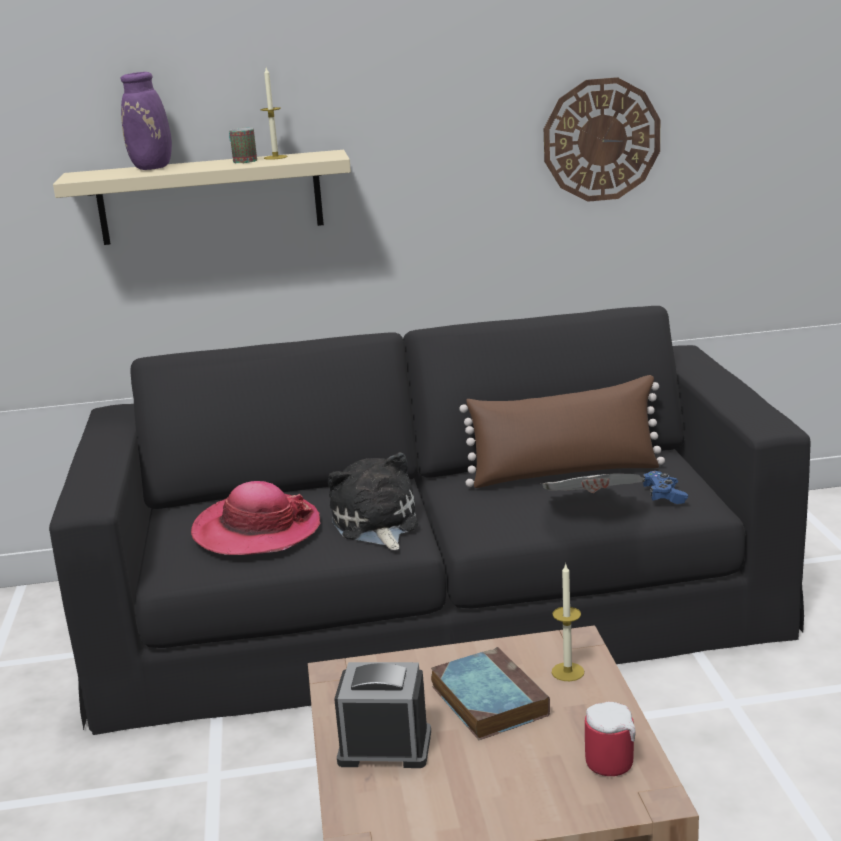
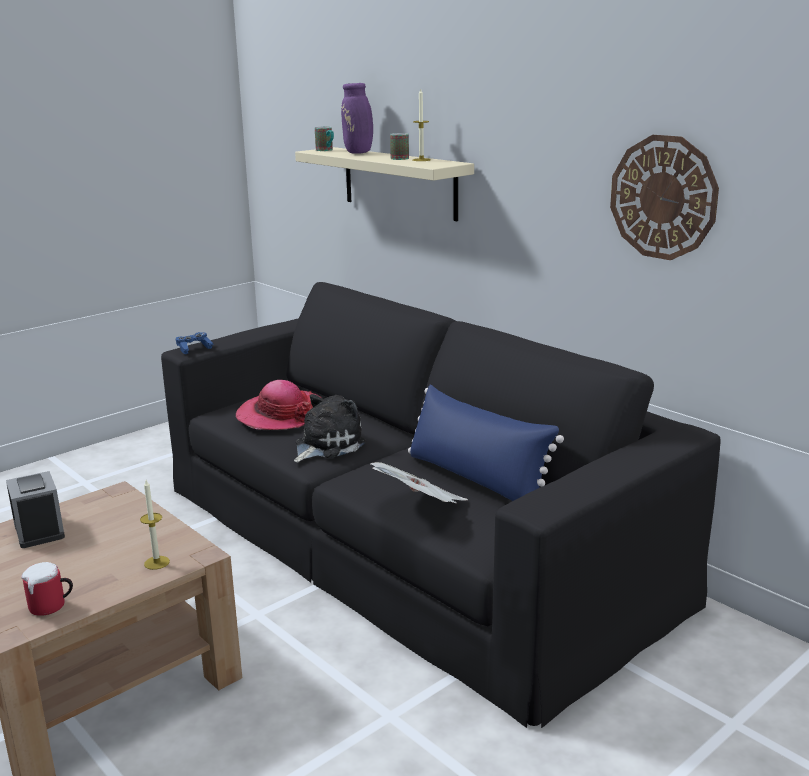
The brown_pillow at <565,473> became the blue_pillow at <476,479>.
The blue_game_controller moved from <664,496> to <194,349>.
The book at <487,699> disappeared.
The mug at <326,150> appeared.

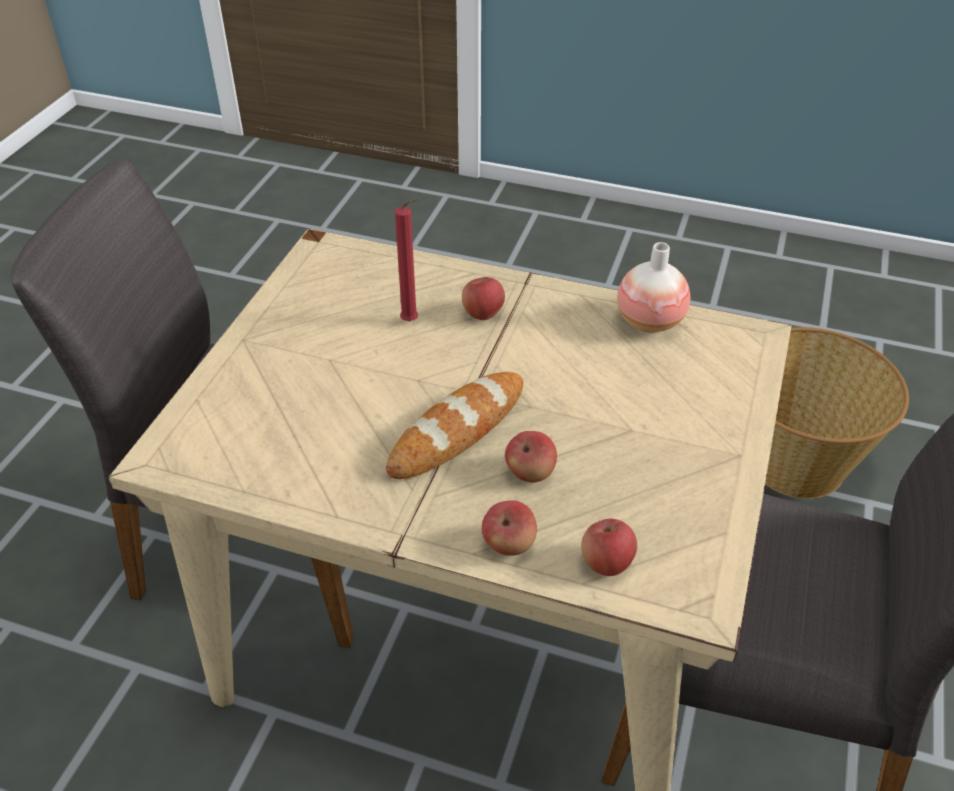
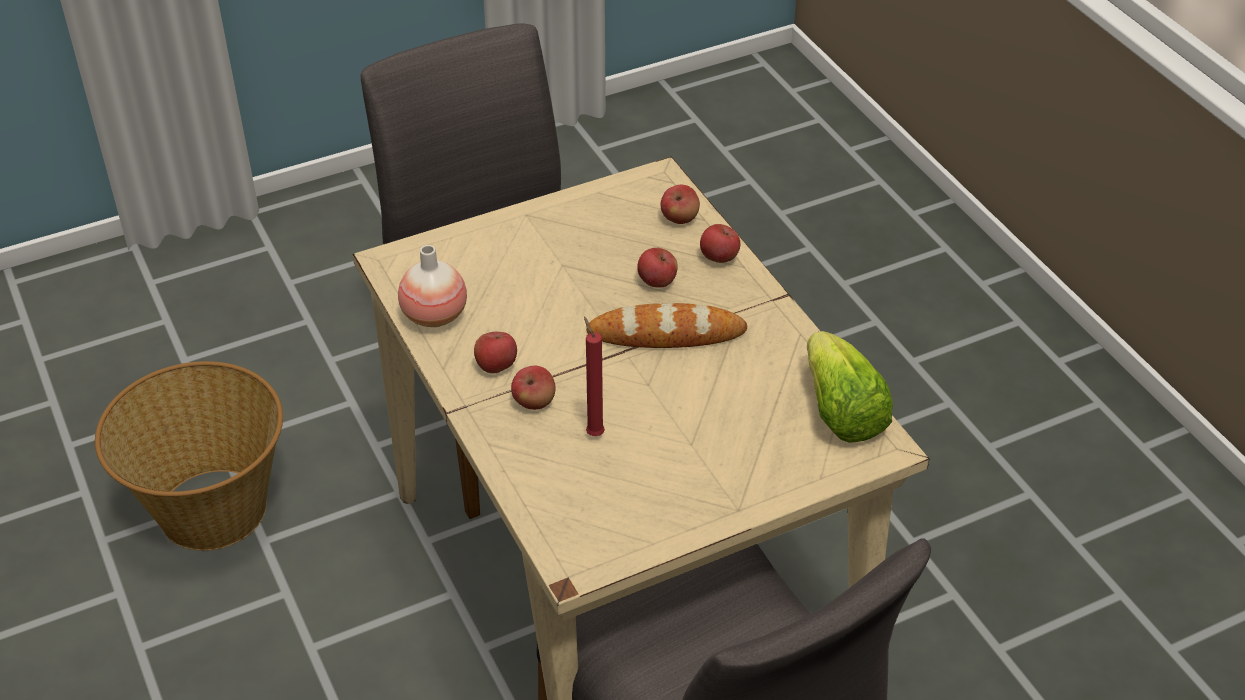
The lettuce at <841,412> appeared.
The apple at <496,366> appeared.

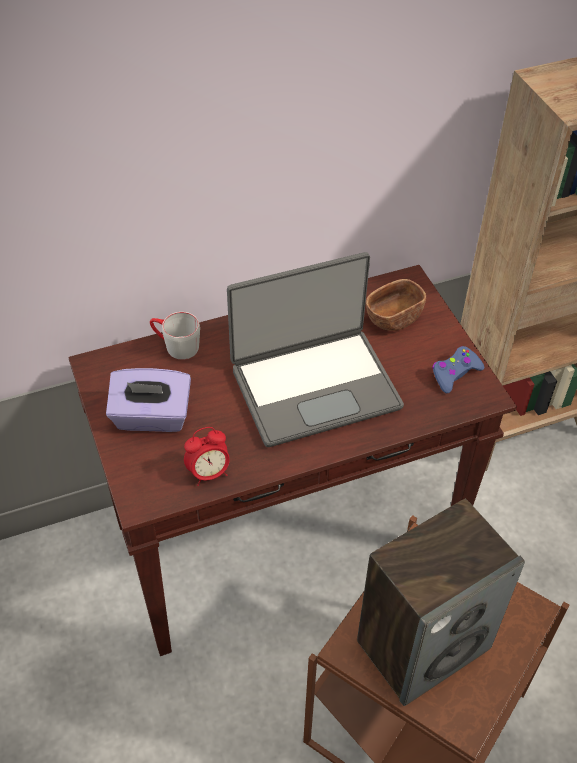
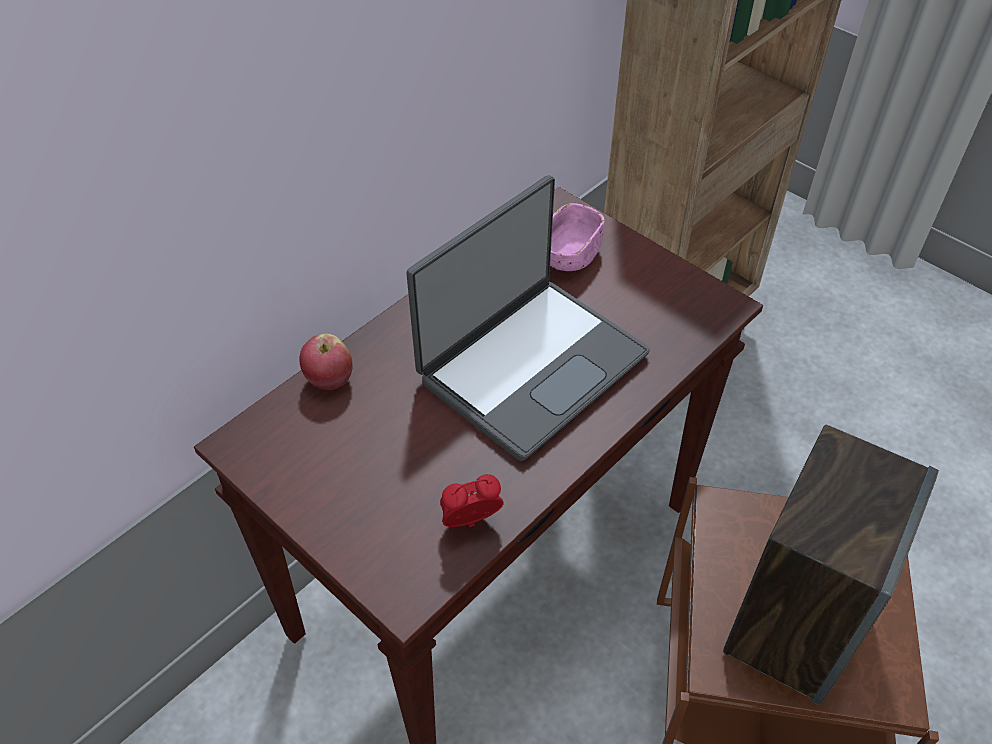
The brown_bowl at <393,317> became the pink_bowl at <569,254>.
The grey_mug at <175,345> was replaced by the apple at <330,380>.
The blue_game_controller at <455,373> disappeared.
The purple_tissue_box at <151,417> disappeared.
The alarm_clock at <209,473> turned 150 degrees counterclockwise.

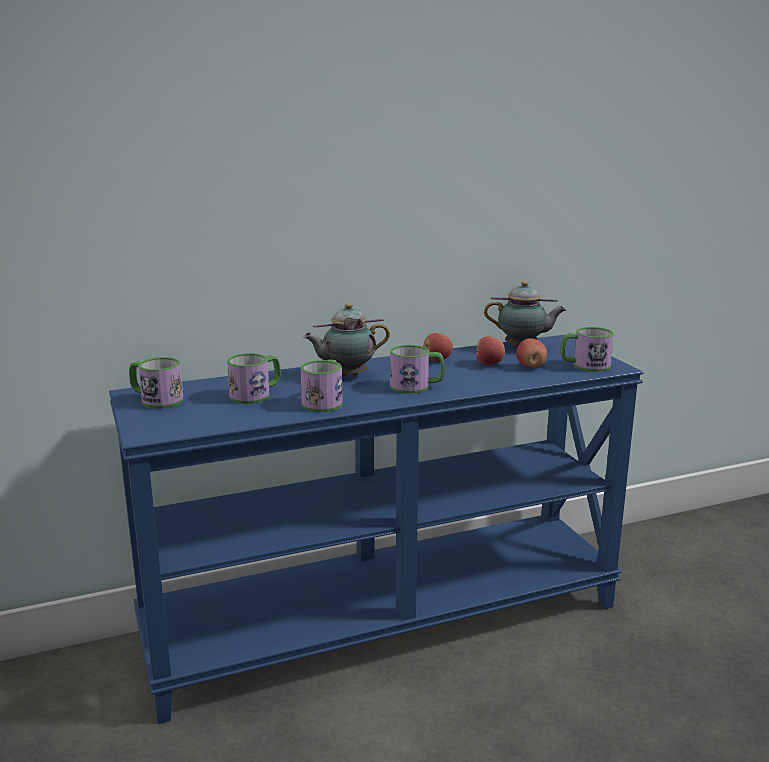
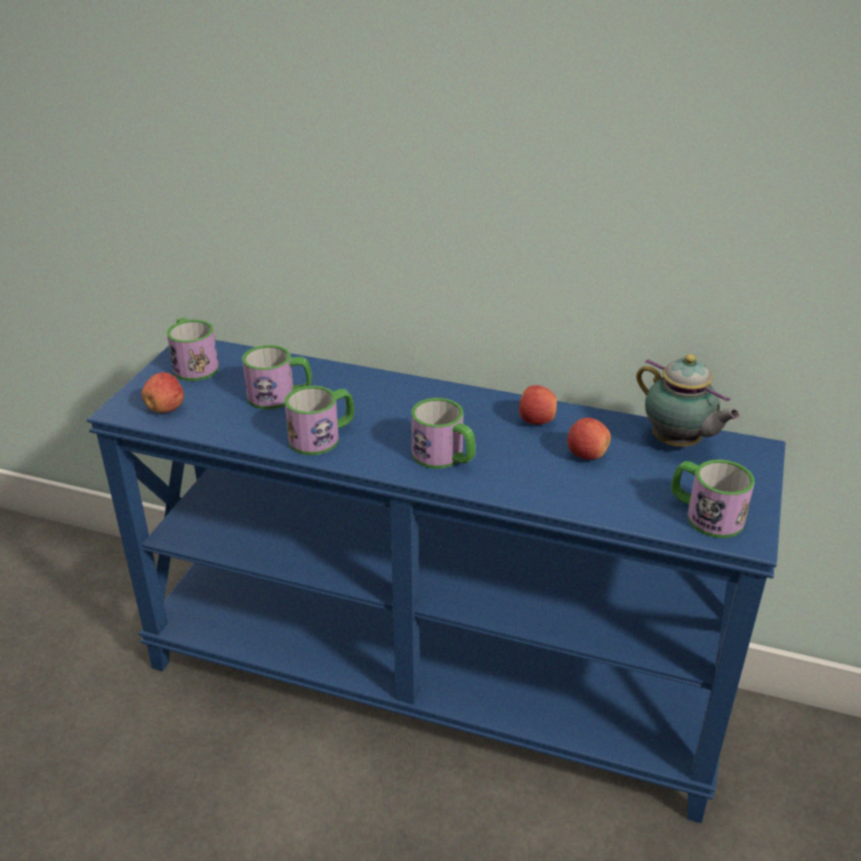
The teapot at <346,375> disappeared.
The apple moved from <530,366> to <166,408>.

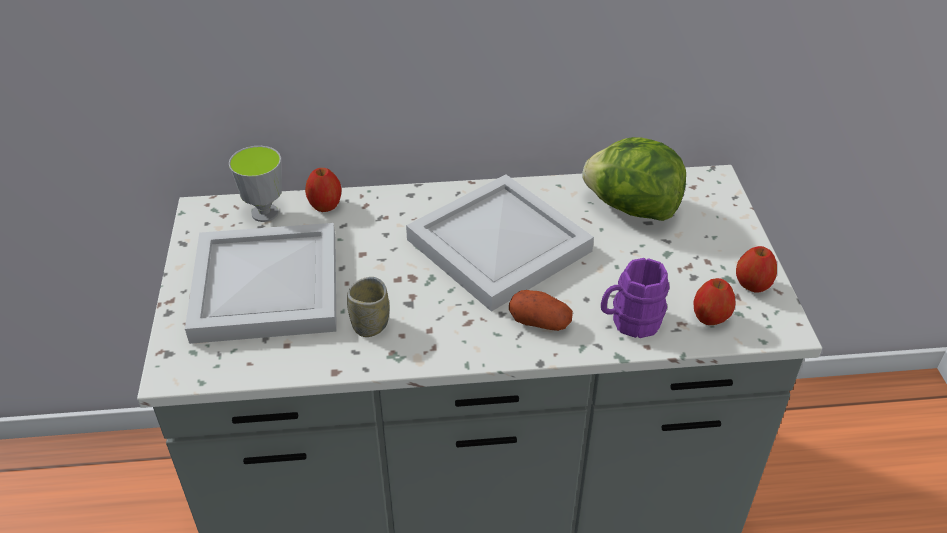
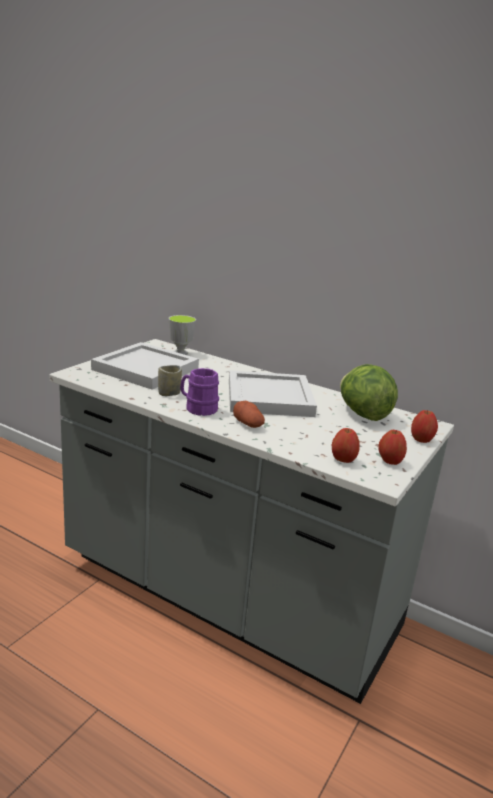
The apple moved from <325,205> to <421,439>.
The purple_mug moved from <630,321> to <197,408>.

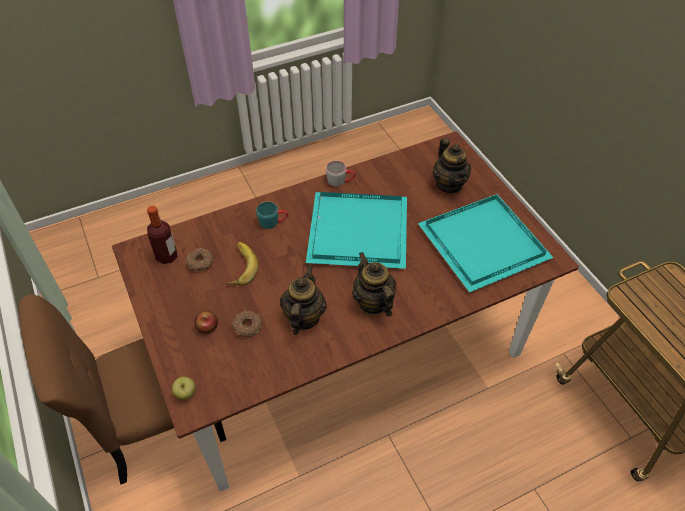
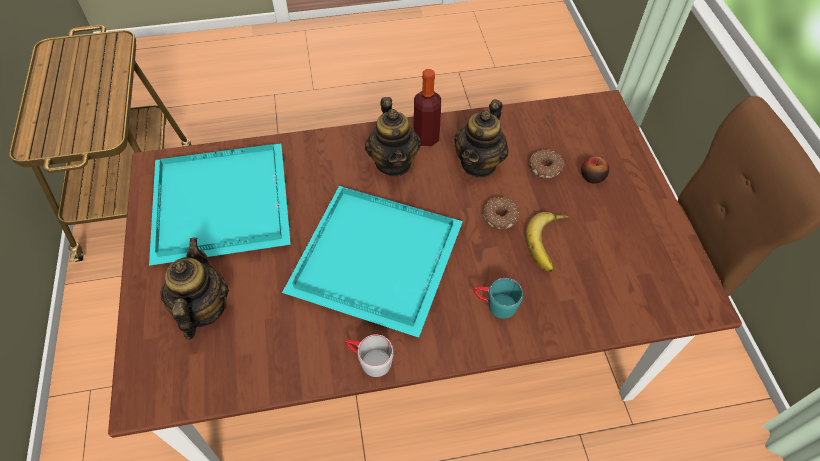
The bottle moved from <167,256> to <426,138>.
The donut moved from <200,263> to <499,216>.
The apple at <186,394> disappeared.

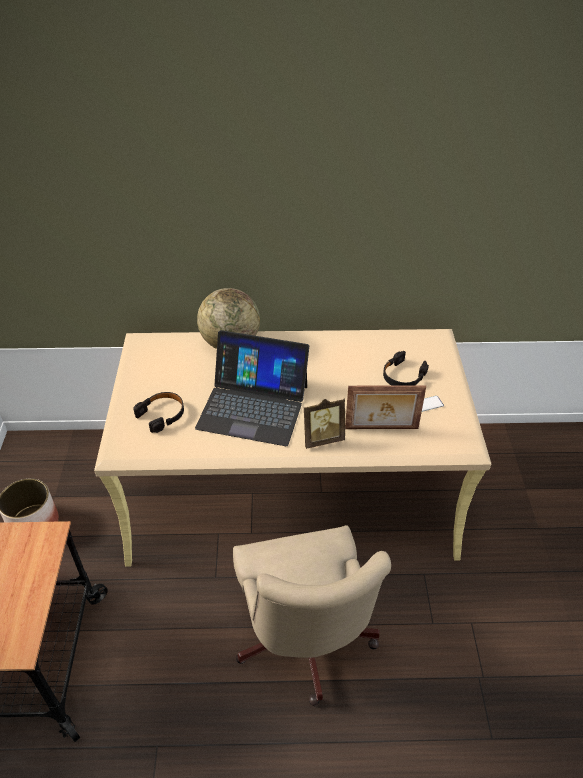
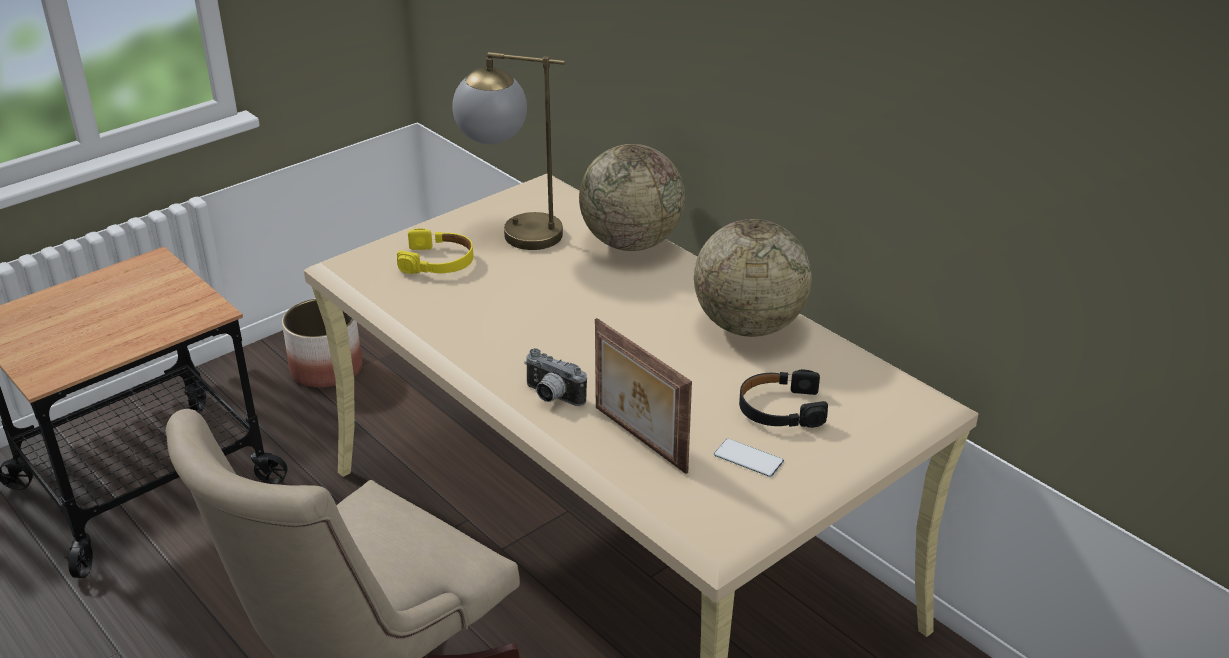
The laptop at <253,406> disappeared.
The black_headphones at <162,414> became the yellow_headphones at <438,262>.
The picture_frame at <322,438> was replaced by the photo_camera at <551,397>.
The table_lamp at <512,232> appeared.
The globe at <748,326> appeared.

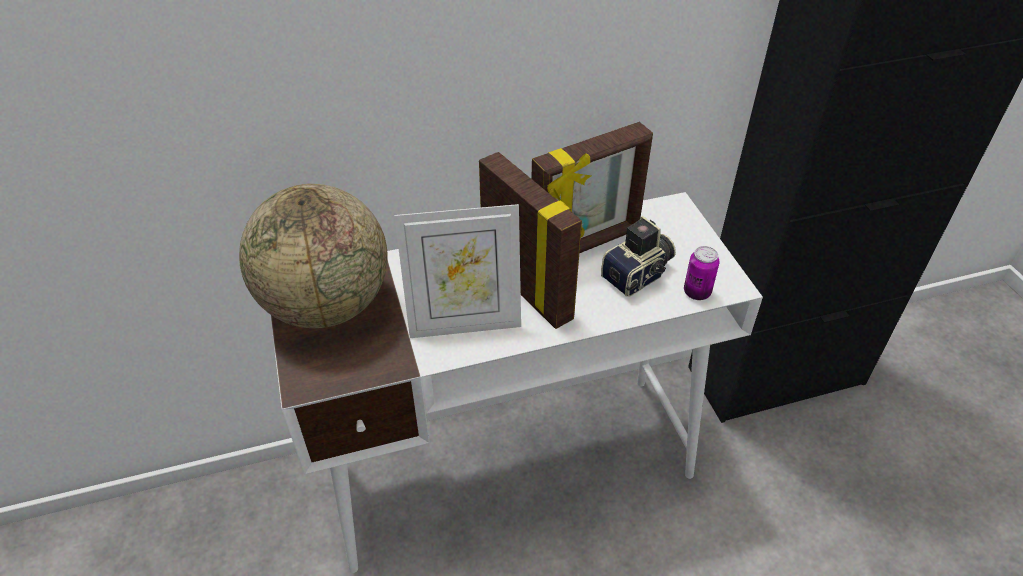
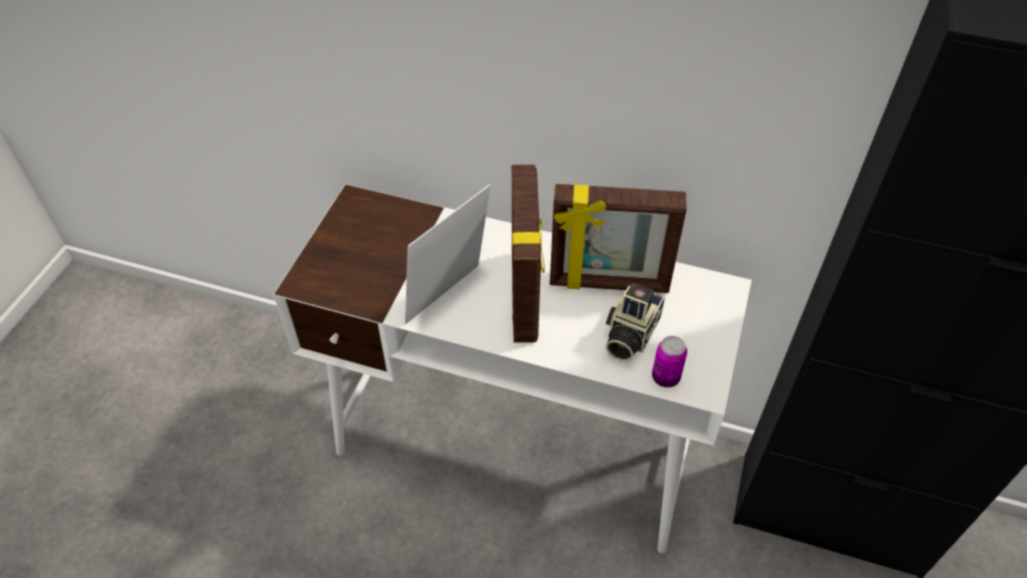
The globe at <326,305> disappeared.
The picture_frame at <464,323> turned 105 degrees clockwise.
The photo_camera at <639,275> turned 120 degrees clockwise.

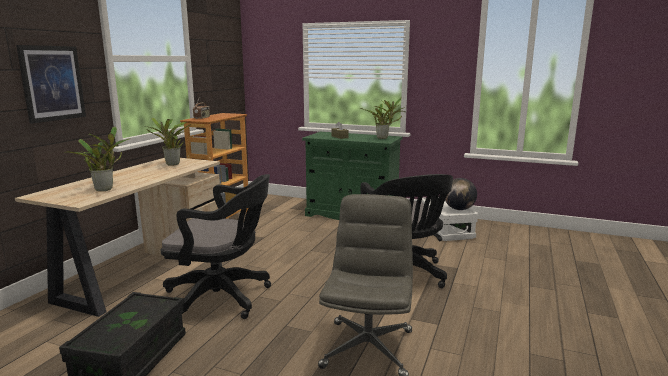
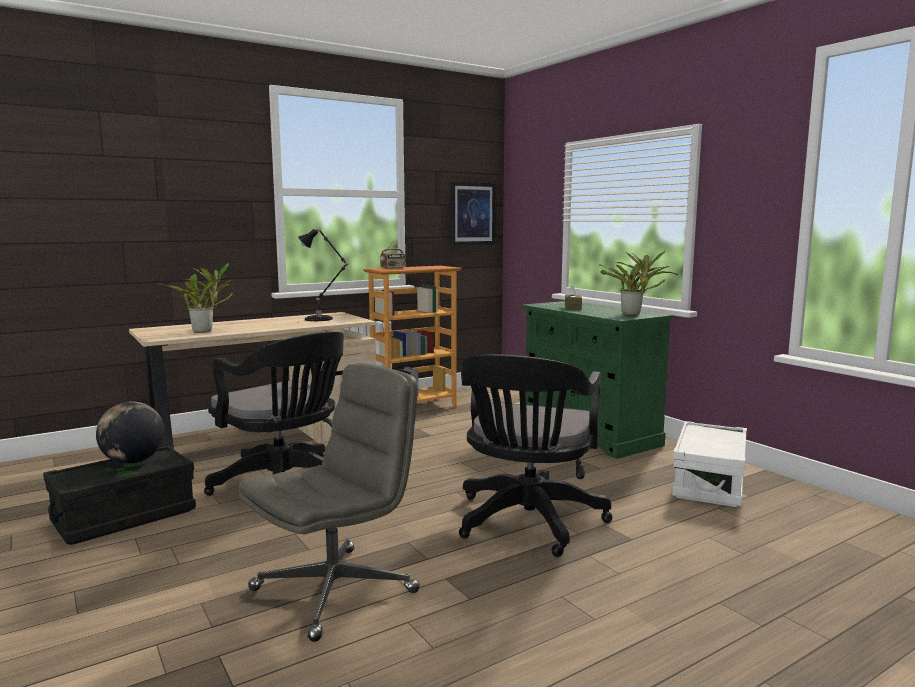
The picture moved from <52,83> to <472,213>.
The potted_plant at <172,164> was replaced by the black_table_lamp at <321,319>.
The globe moved from <459,209> to <133,461>.

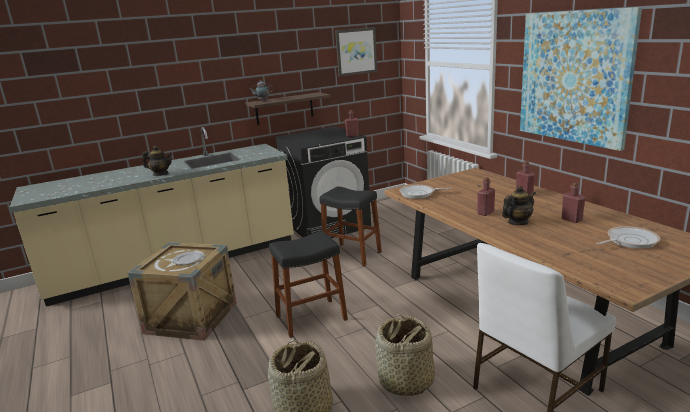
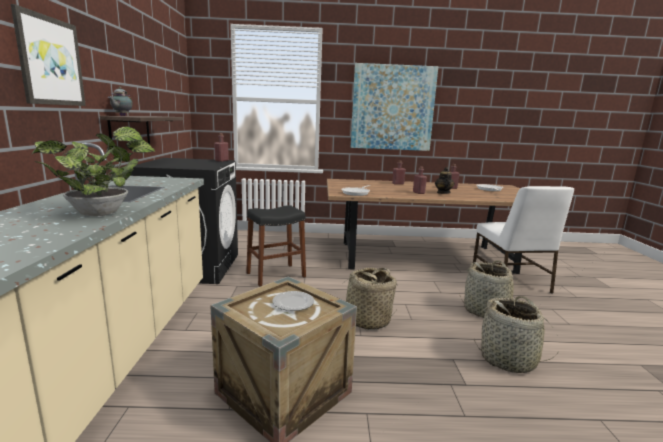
The picture moved from <356,51> to <50,61>.
The teapot at <161,174> was replaced by the potted_plant at <104,213>.
The black_stool at <311,317> was replaced by the basket at <367,320>.

